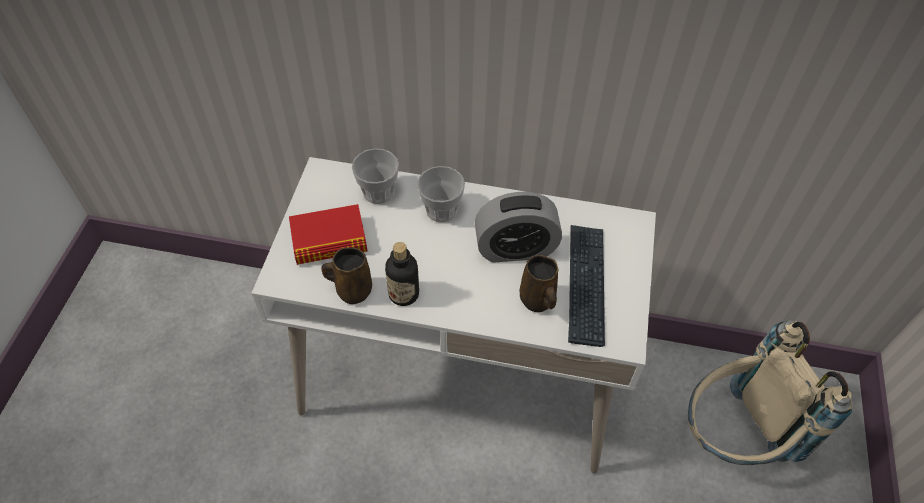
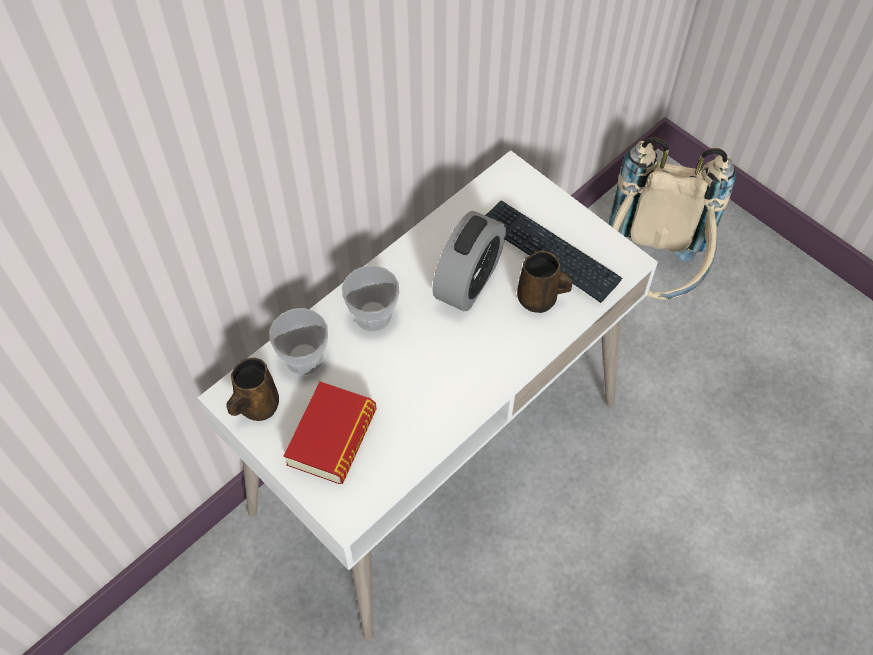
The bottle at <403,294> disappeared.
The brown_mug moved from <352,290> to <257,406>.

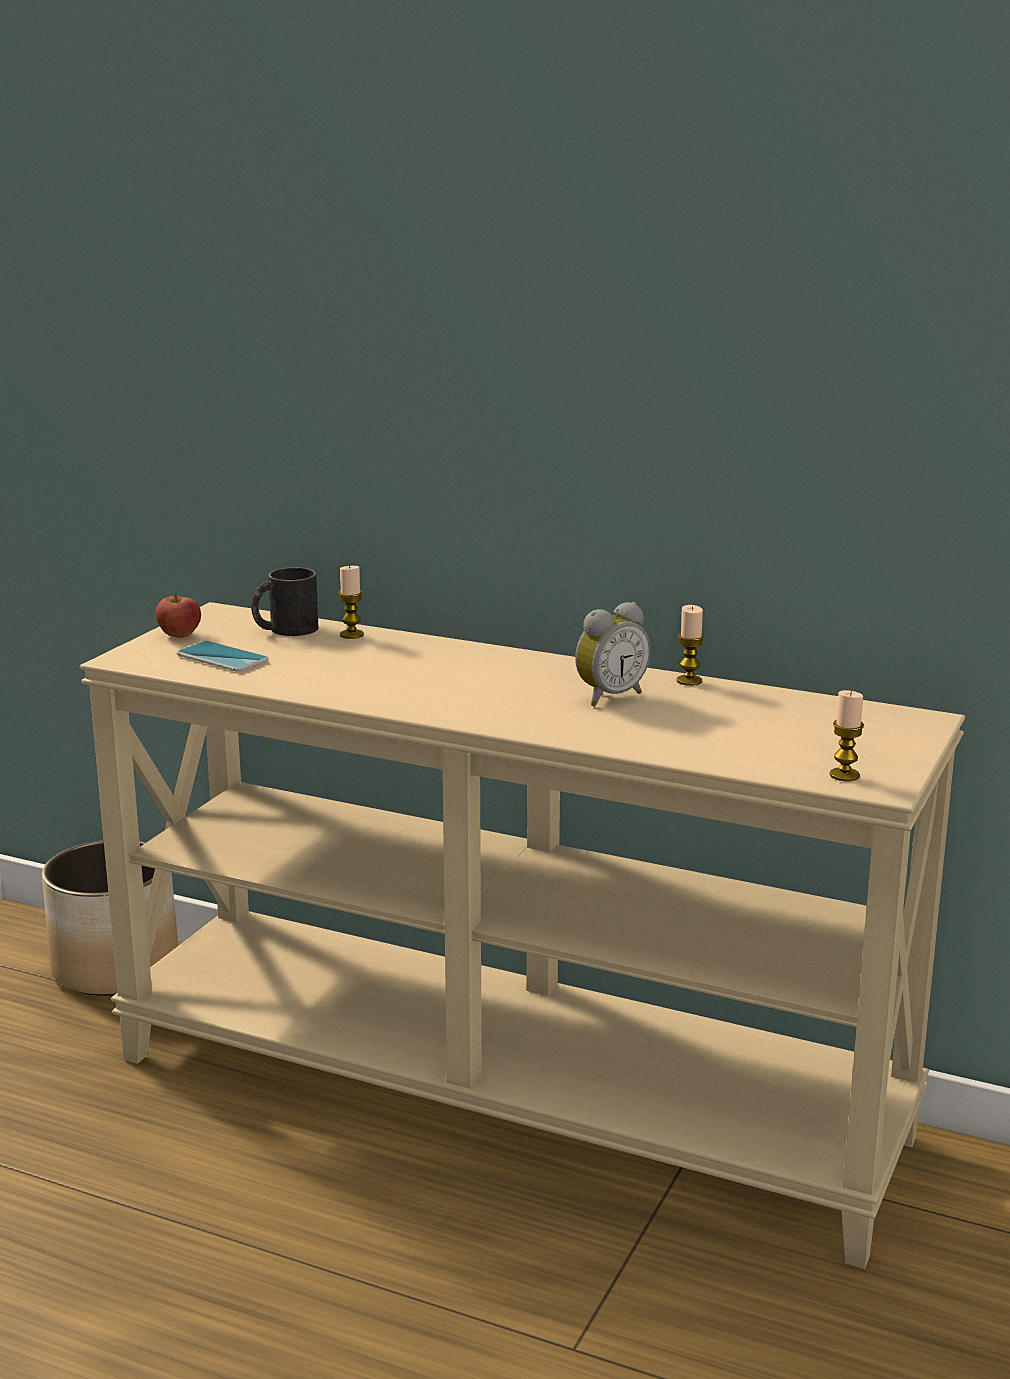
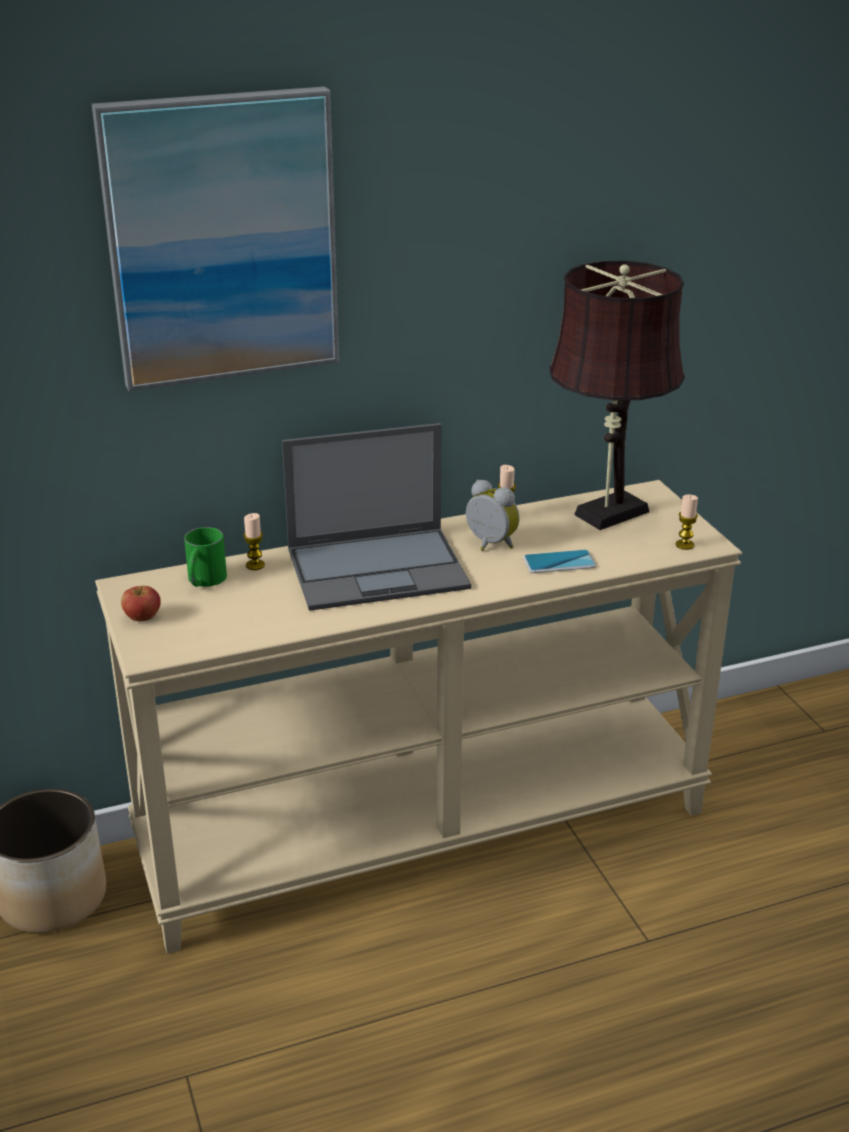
The black_mug at <285,630> became the green_mug at <204,581>.
The alarm_clock at <608,697> turned 60 degrees counterclockwise.
The phone moved from <222,658> to <559,562>.
The picture at <222,239> appeared.
The brown_table_lamp at <605,515> appeared.
The laptop at <379,568> appeared.

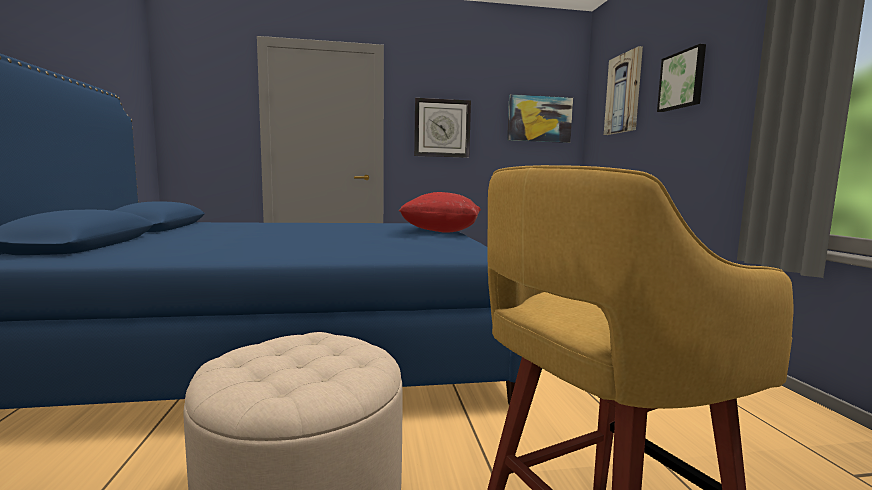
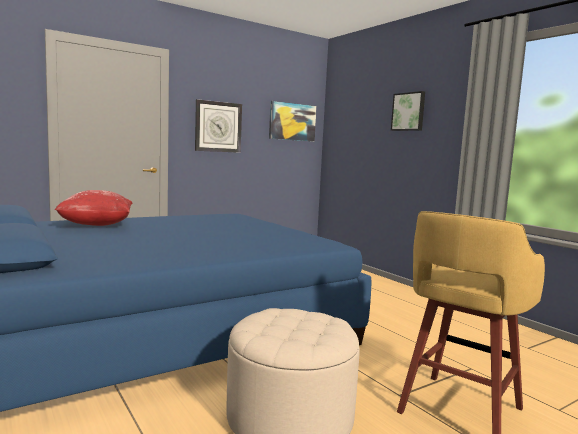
The picture at <623,93> disappeared.
The red_pillow moved from <441,232> to <97,225>.

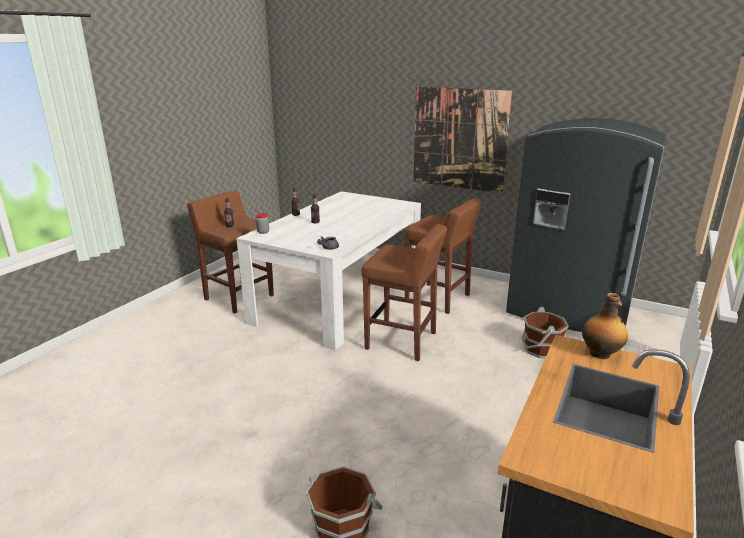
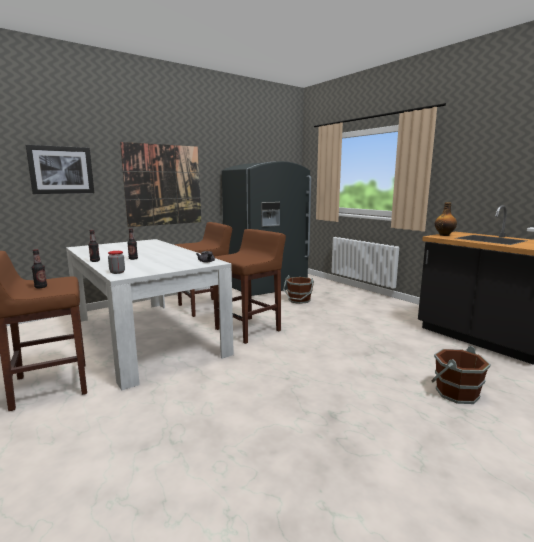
The picture at <61,170> appeared.

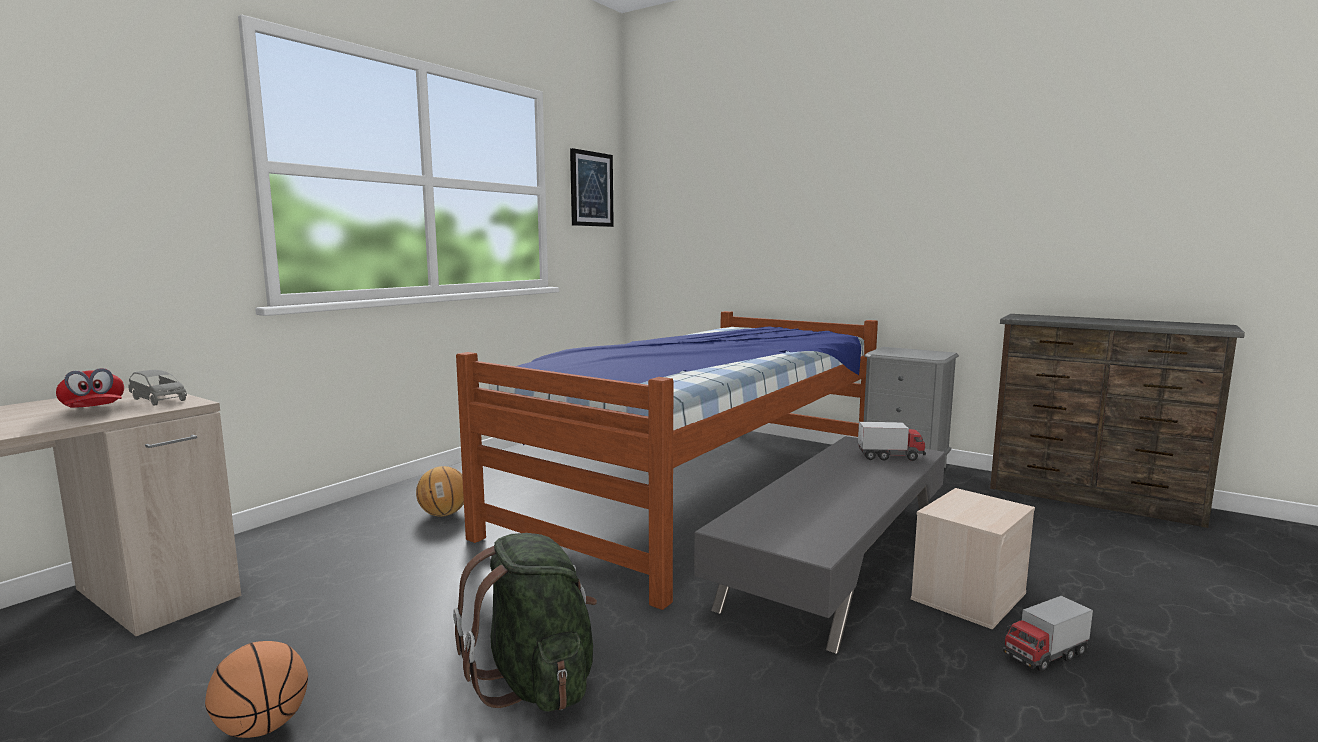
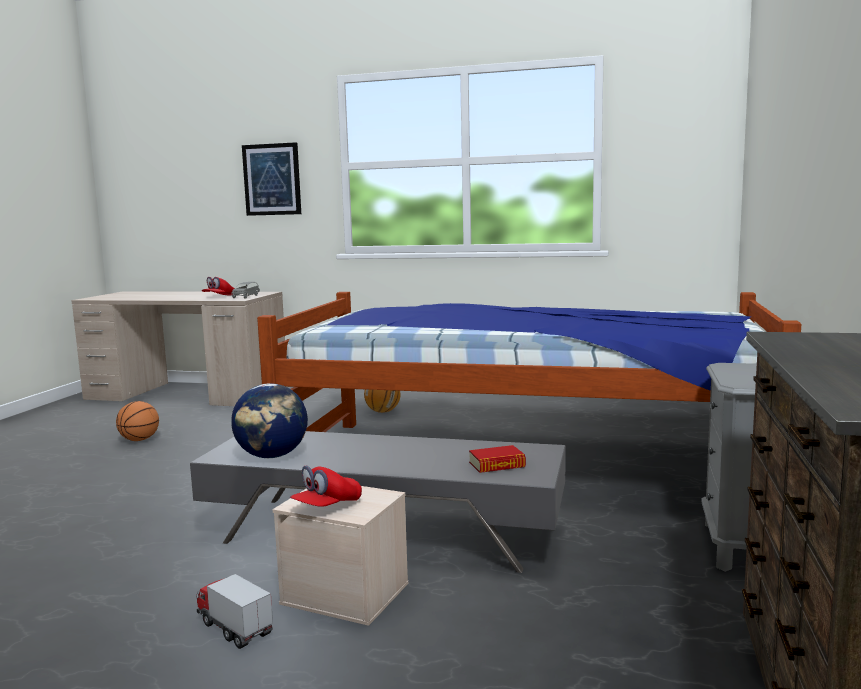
The picture moved from <591,189> to <272,179>.
The toy_truck at <890,457> was replaced by the book at <497,465>.
The green_backpack at <536,681> disappeared.
The globe at <272,456> appeared.
The red_cap at <327,506> appeared.

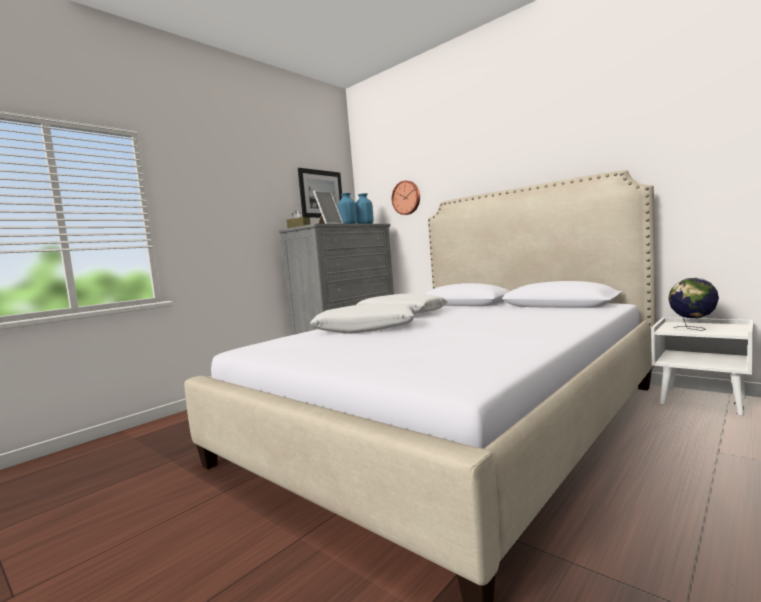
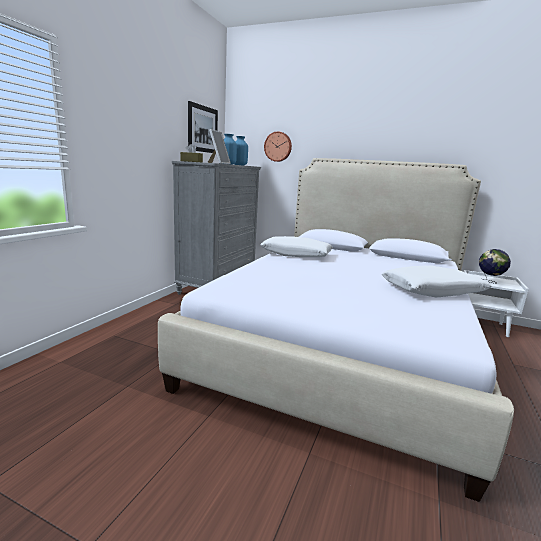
The white_pillow moved from <366,329> to <432,291>.

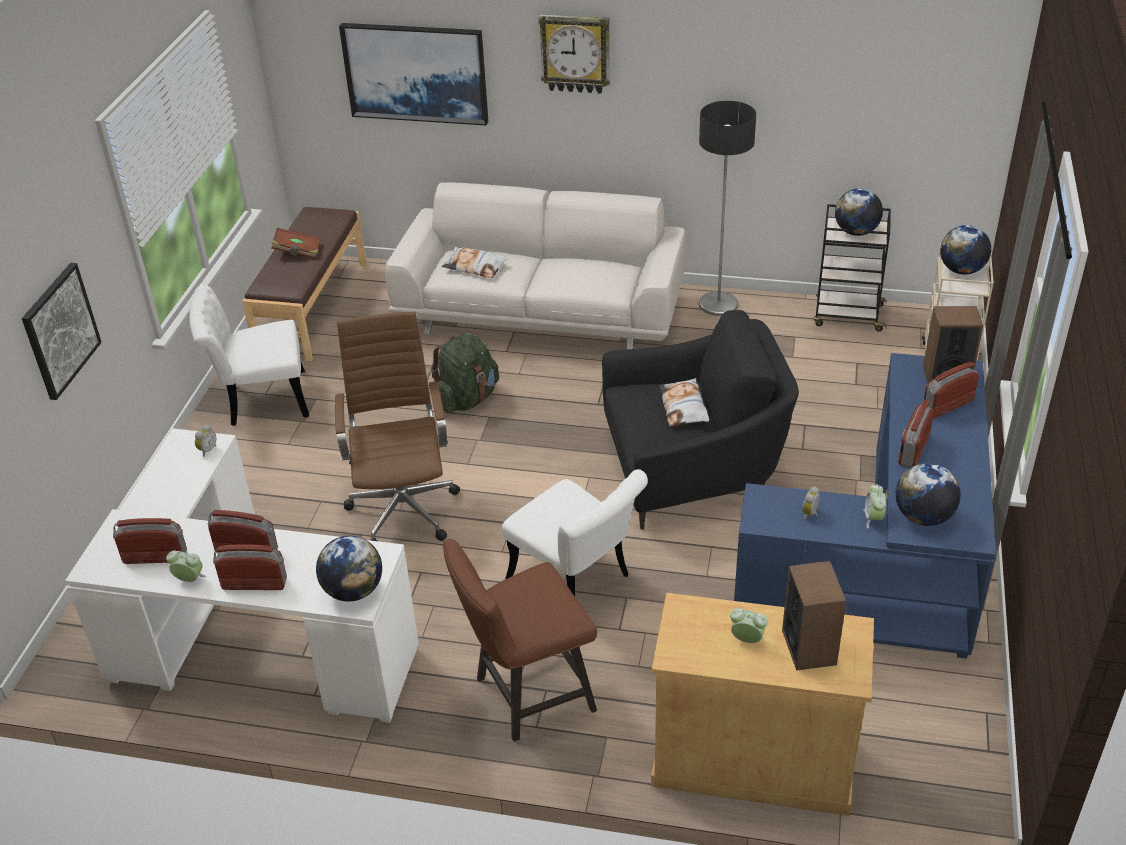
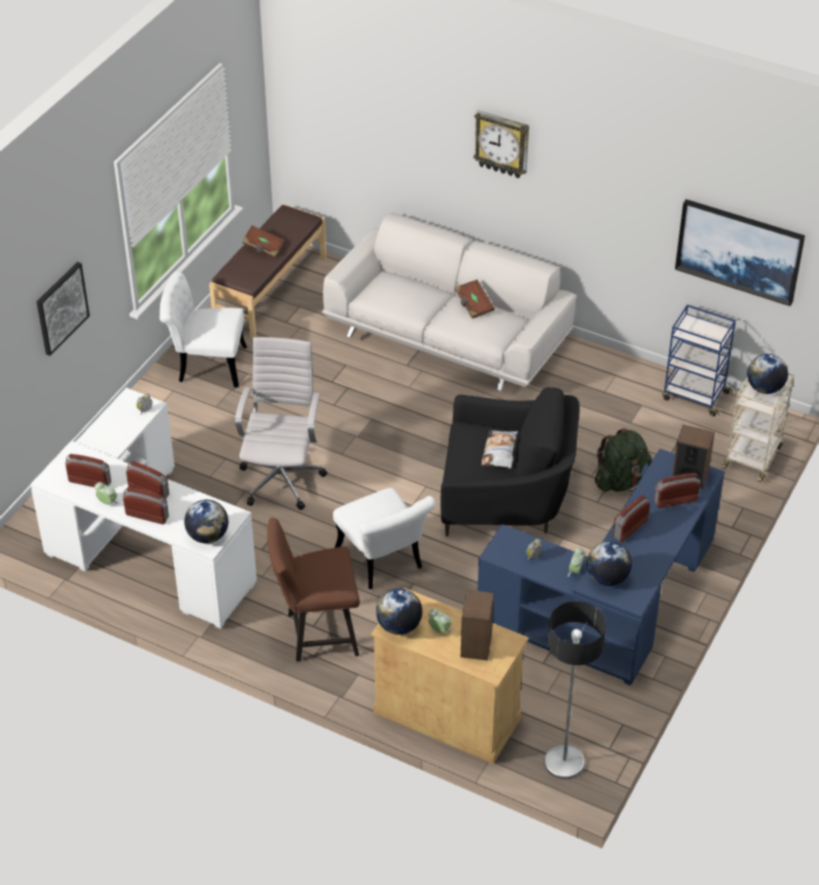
The picture moved from <416,72> to <739,250>.
The floor_lamp moved from <718,304> to <564,762>.
The globe moved from <856,232> to <399,626>.
The black_cart at <847,315> became the blue_cart at <694,395>.
The pillow at <475,266> disappeared.
The brown_office_chair at <403,508> became the white_office_chair at <282,478>.
The green_backpack moved from <467,399> to <621,481>.
The brown_book at <473,305> appeared.

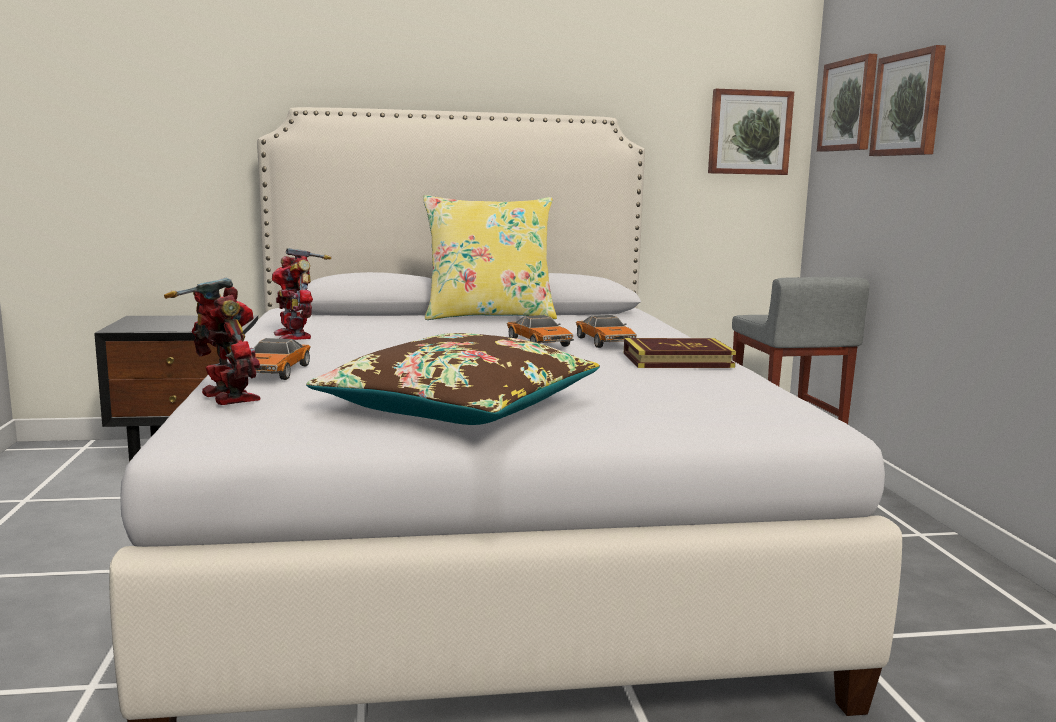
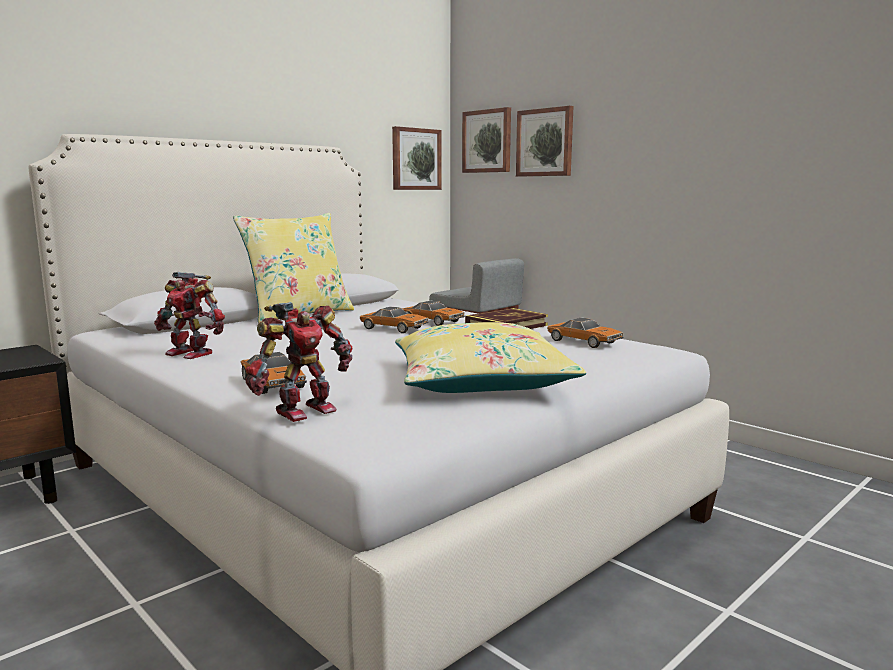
The toy_robot at <225,398> turned 120 degrees clockwise.
The brown_pillow at <460,408> became the yellow_pillow at <480,381>.
The toy_car at <584,342> appeared.

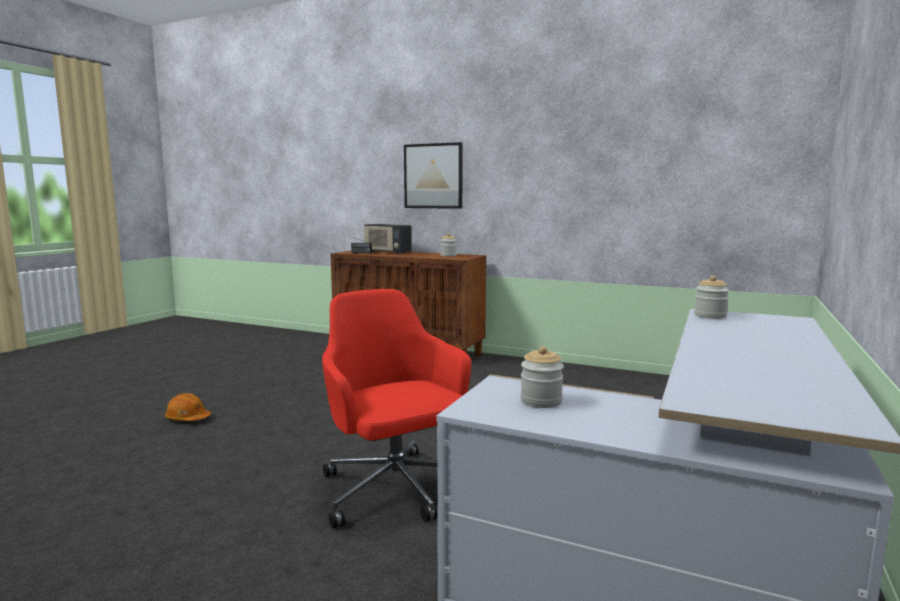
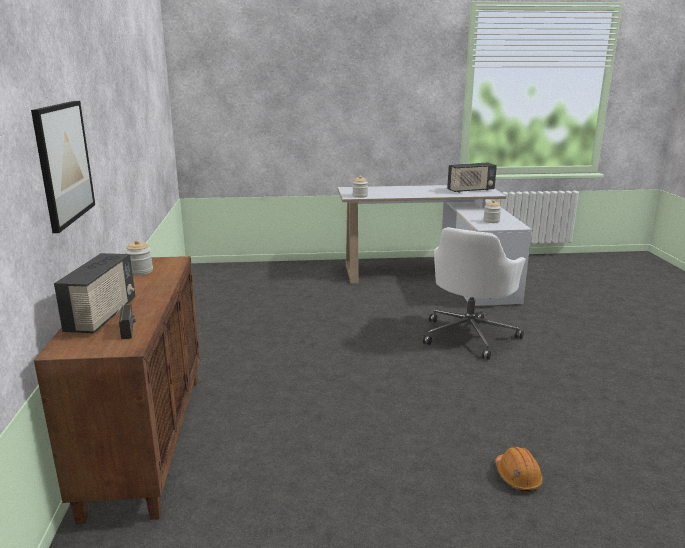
The red_office_chair at <395,491> became the white_office_chair at <470,335>.
The radio at <470,190> appeared.

